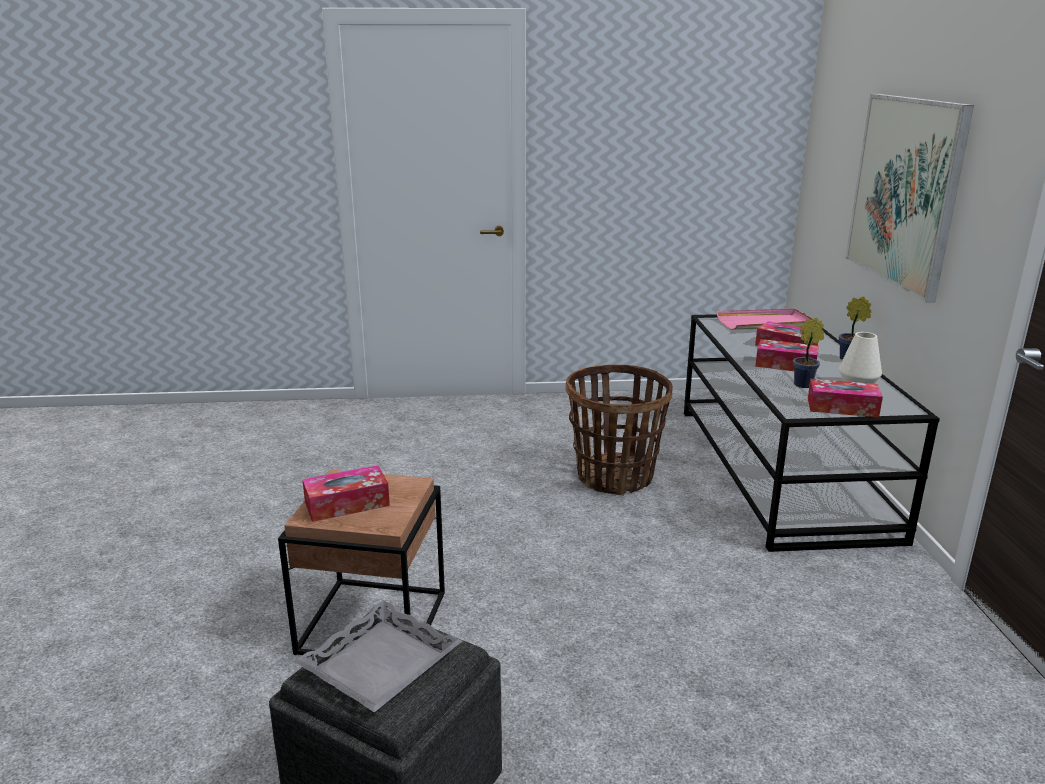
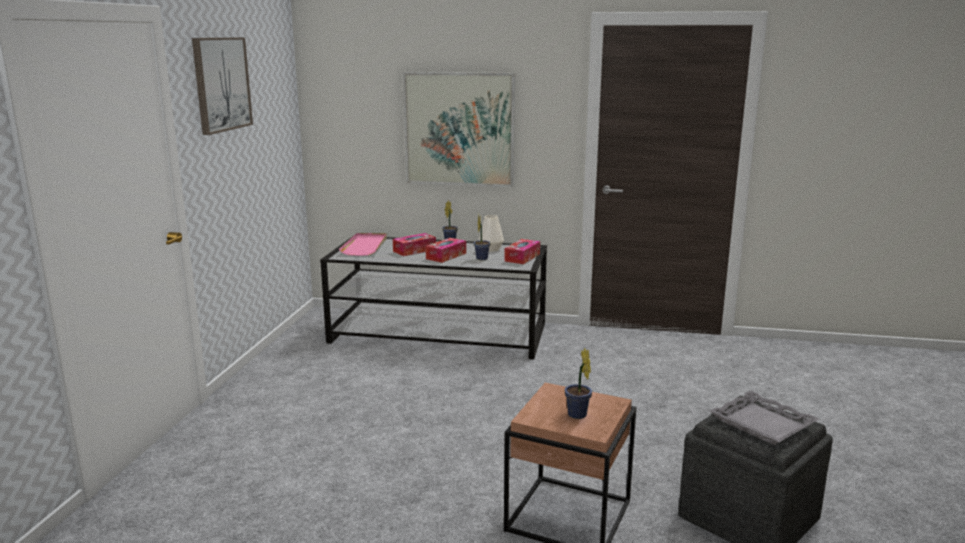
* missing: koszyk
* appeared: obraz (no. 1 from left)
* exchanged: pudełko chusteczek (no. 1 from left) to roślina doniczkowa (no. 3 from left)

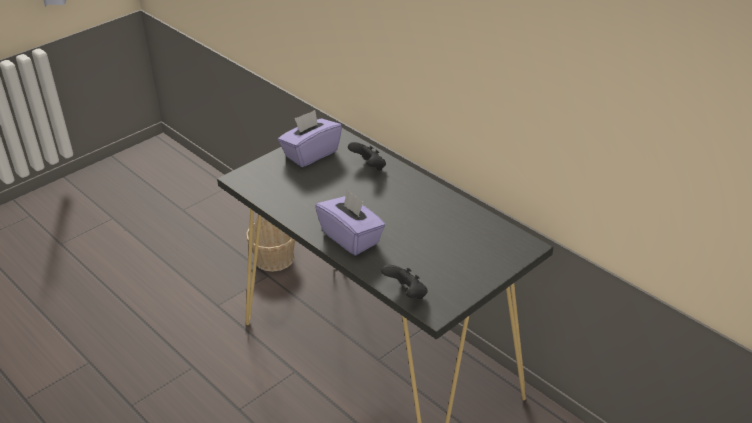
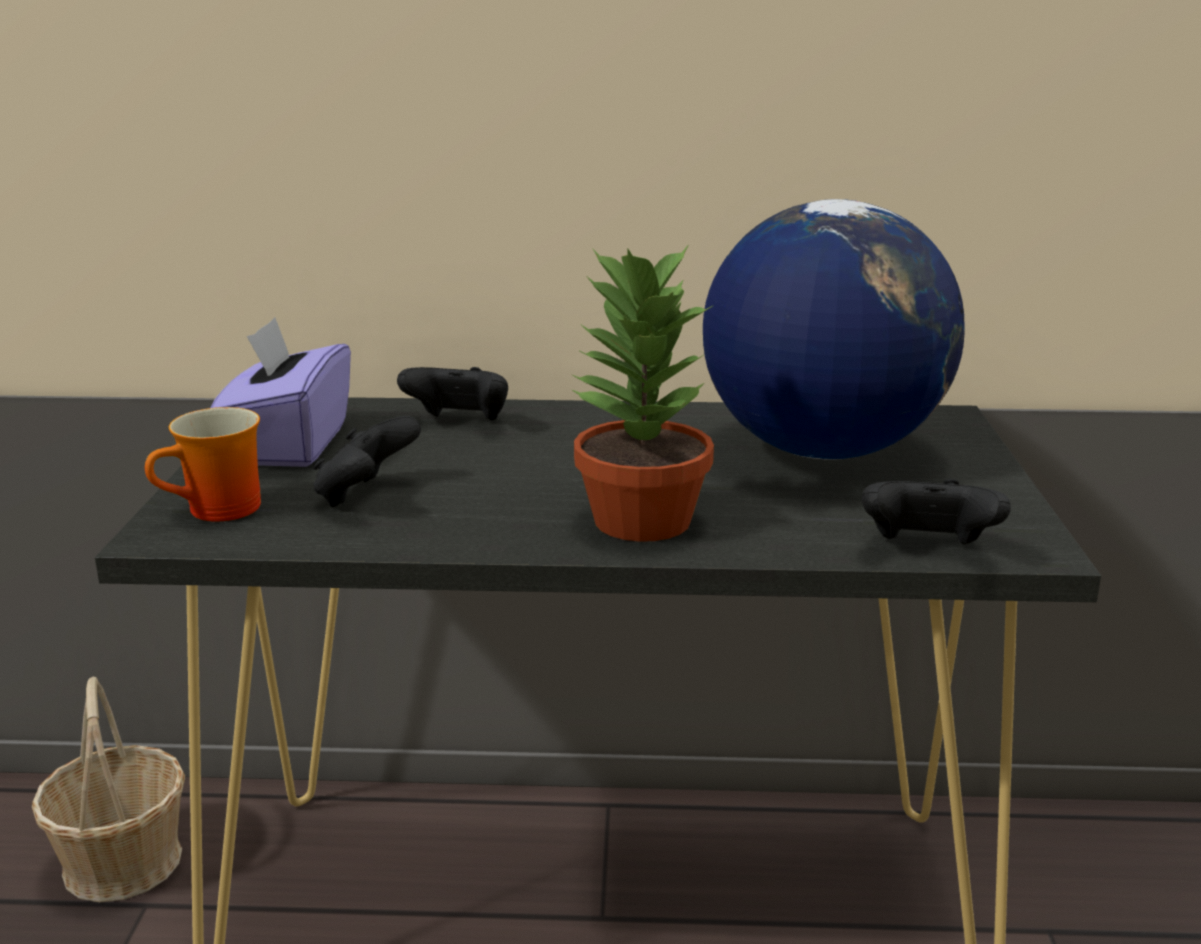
* appeared: kubek
* appeared: pad do gier (czarny) (no. 1 from left)
* appeared: globus
* exchanged: pudełko chusteczek (fioletowy) (no. 2 from left) to roślina doniczkowa

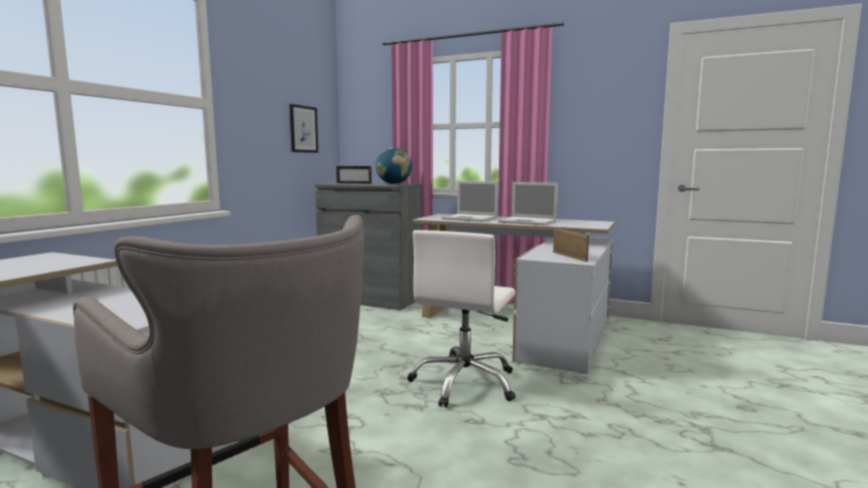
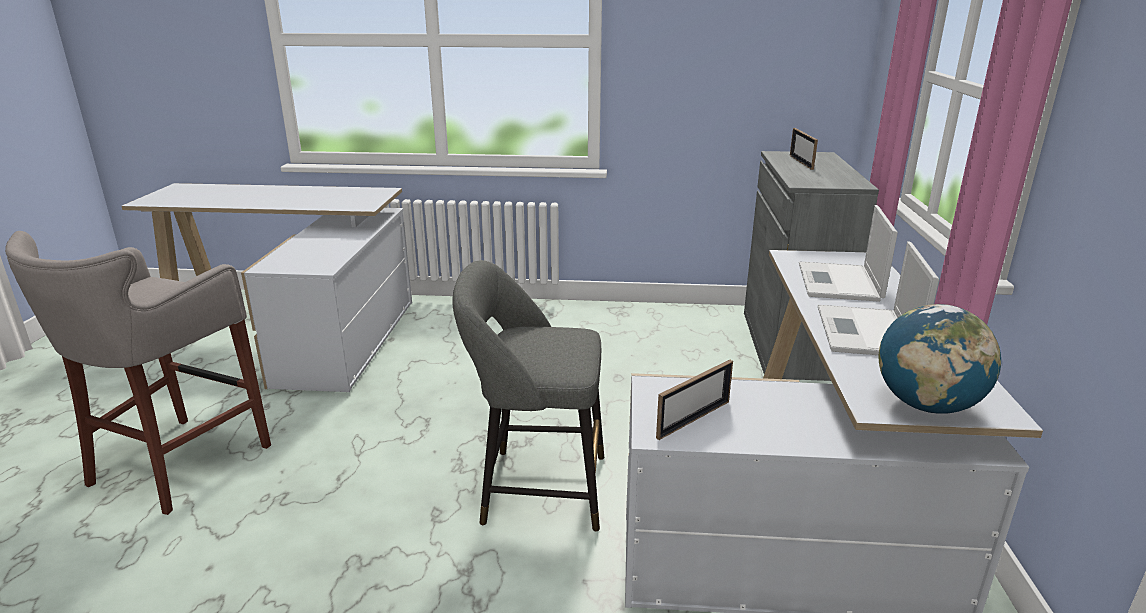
* missing: obraz
* relocated: globus
* exchanged: krzesło biurowe (biały) to stołek (szary) (no. 2 from left)

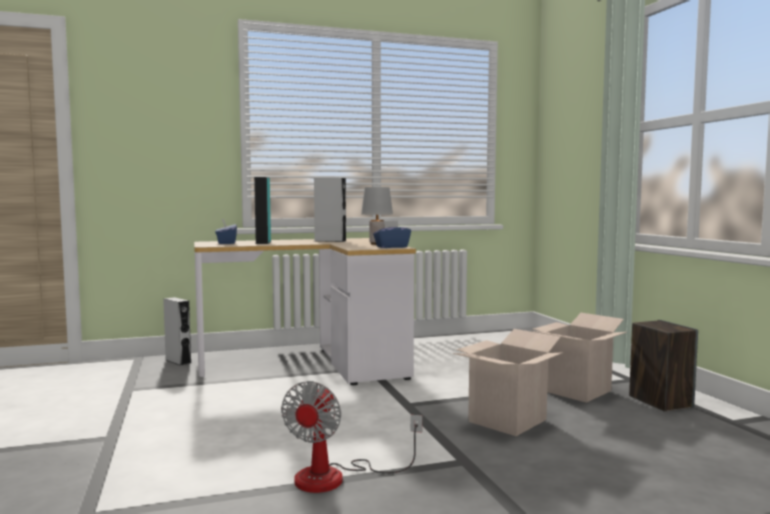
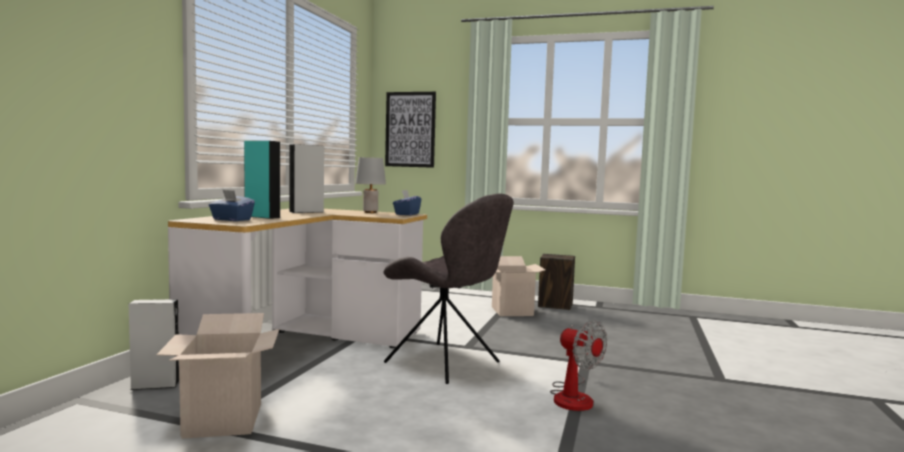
* appeared: krzesło (szary)
* appeared: obraz
* relocated: karton (no. 1 from left)

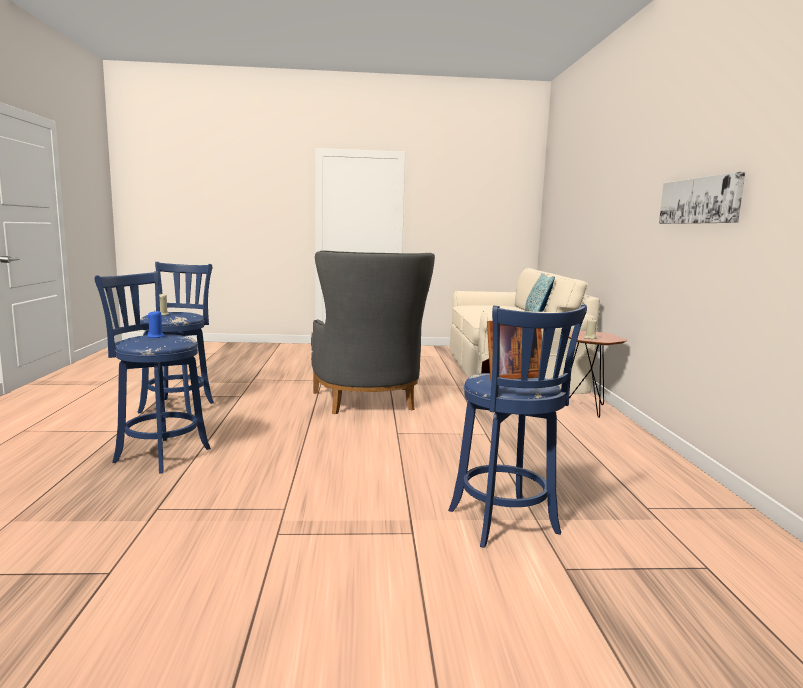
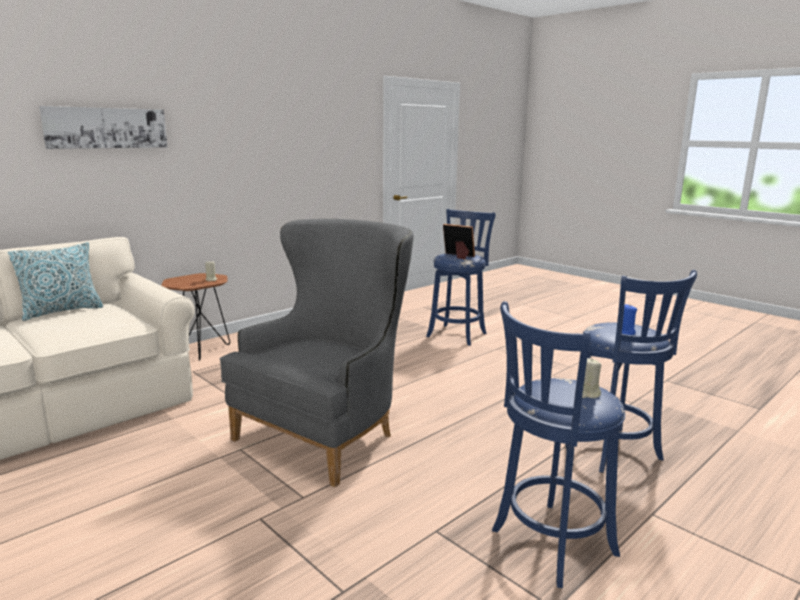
* relocated: obraz

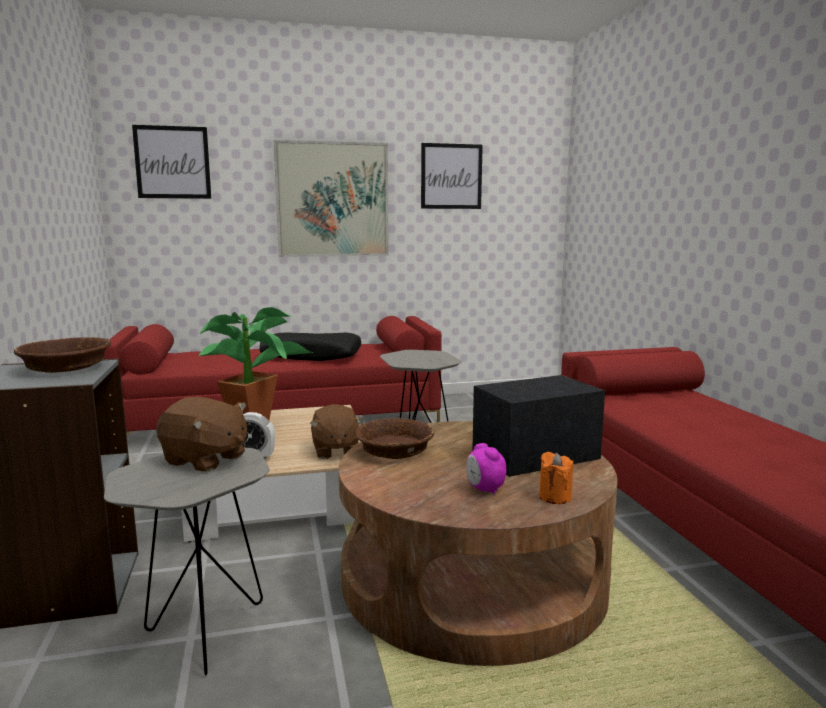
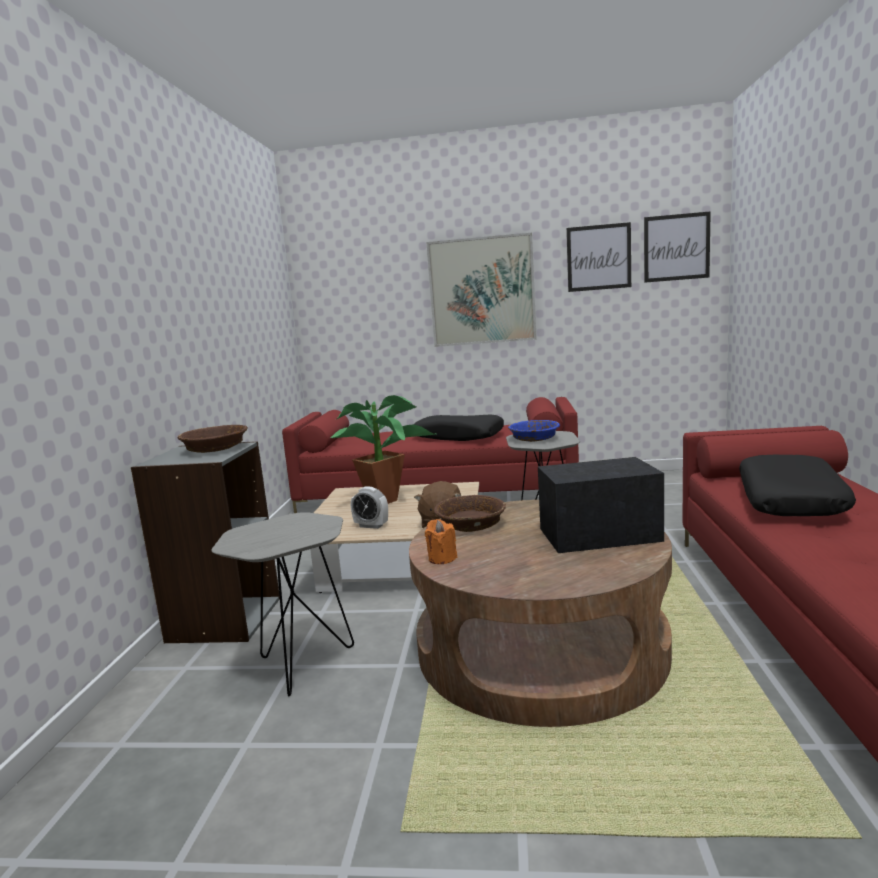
* missing: pluszak (brązowy) (no. 1 from left)
* missing: budzik (no. 2 from left)
* appeared: miska (niebieski)
* appeared: poduszka (czarny) (no. 2 from left)
* relocated: obraz (no. 1 from left in the first image) to obraz (no. 3 from left)
* relocated: świeca (pomarańczowy)

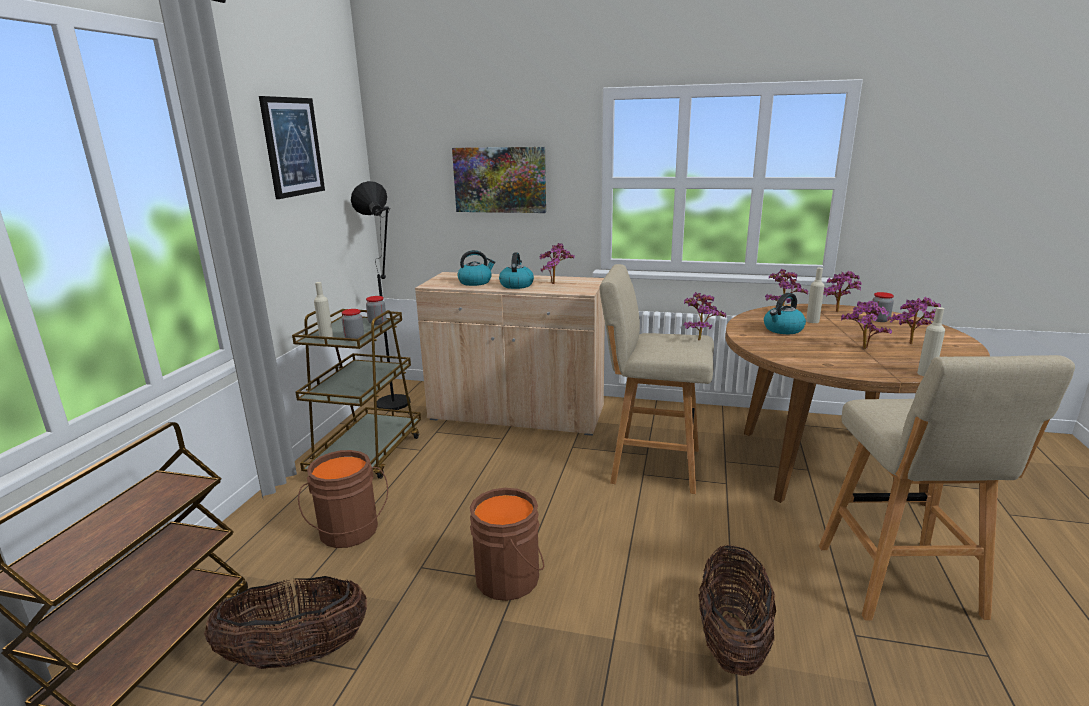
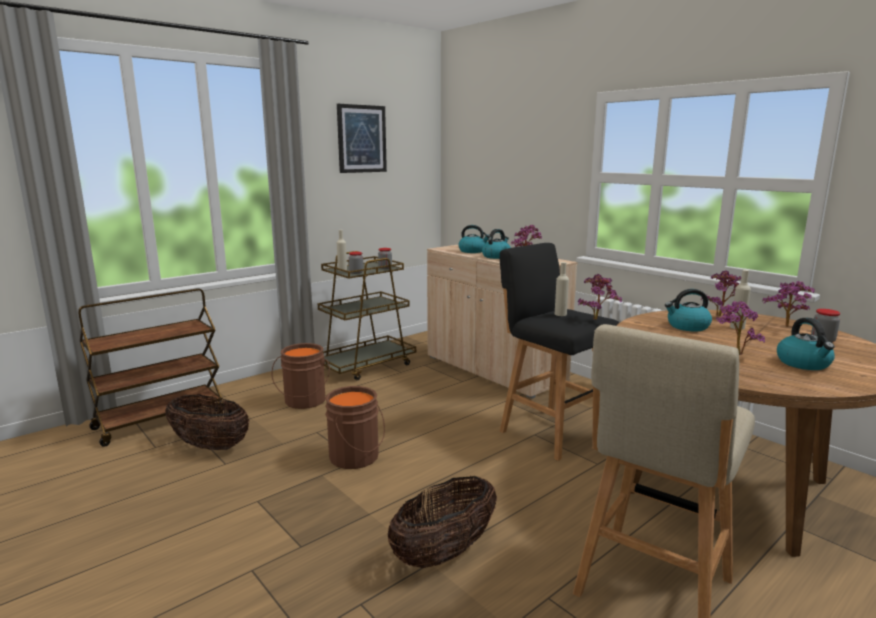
* missing: lampa stojąca (czarny)
* missing: obraz (no. 2 from left)
* relocated: butelka (beżowy) (no. 3 from left in the first image) to butelka (beżowy) (no. 2 from left)
* exchanged: roślina doniczkowa (no. 6 from left) to czajnik (no. 4 from left)
* colour: stołek (beżowy) (no. 1 from left) to stołek (czarny)

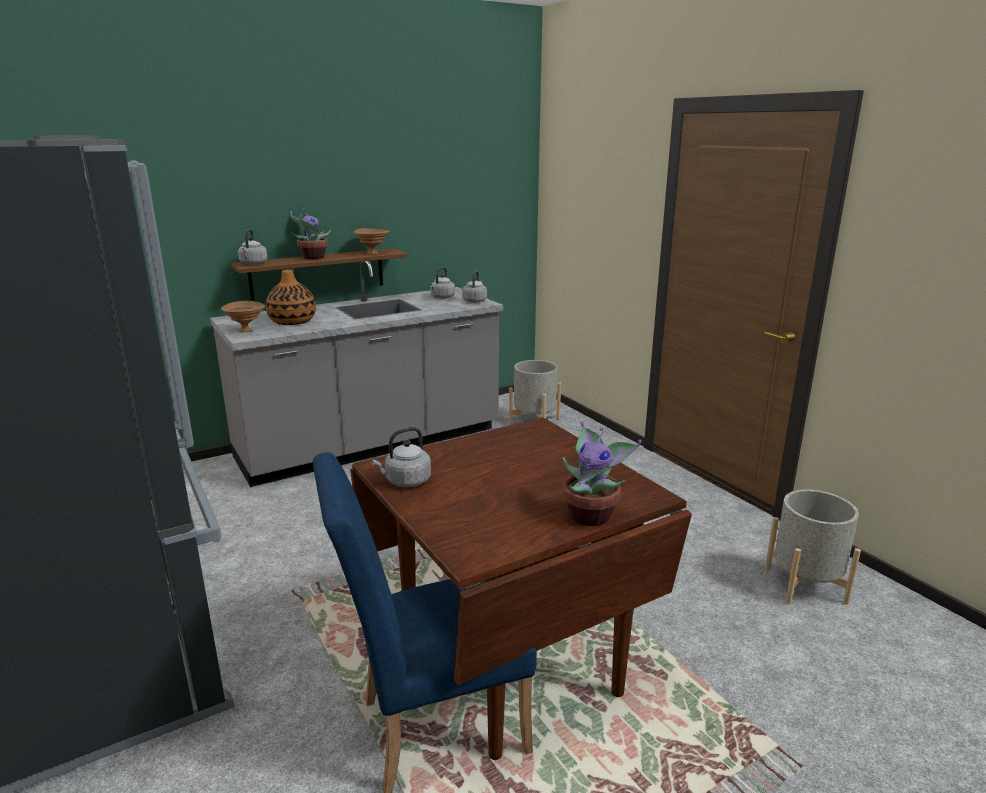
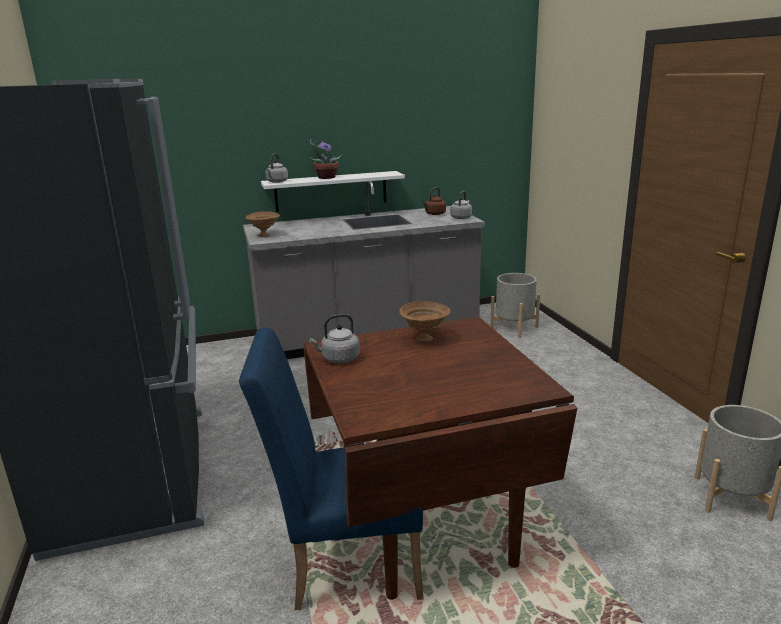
* missing: wazon
* missing: roślina doniczkowa (no. 2 from left)
* relocated: miska (brązowy) (no. 2 from left)
* colour: półka (brązowy) to półka (biały)
* colour: czajnik (szary) (no. 3 from left) to czajnik (brązowy)

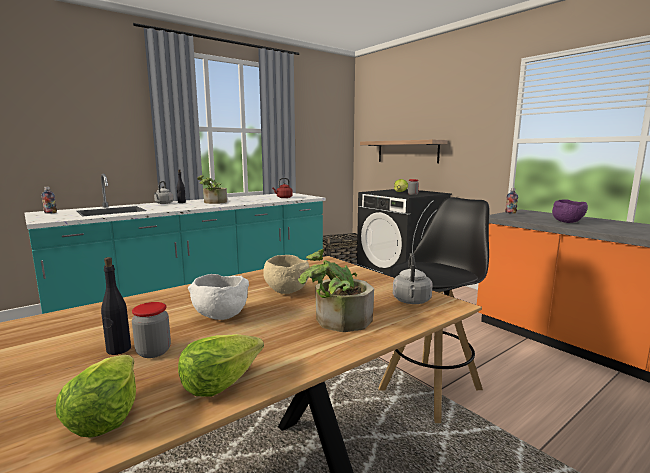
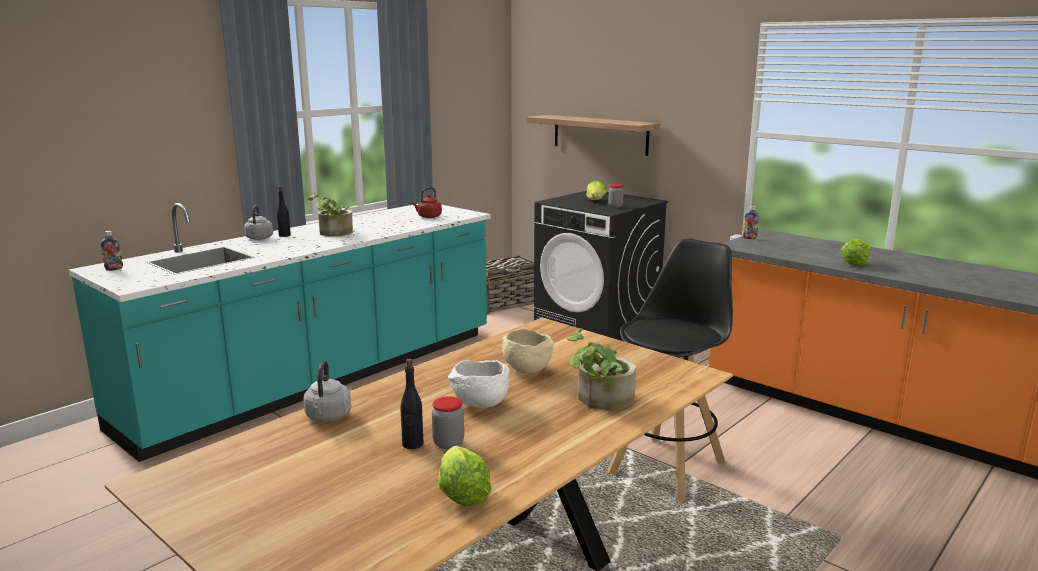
* missing: miska (fioletowy)
* relocated: sałata (no. 2 from left in the first image) to sałata (no. 3 from left)
* relocated: czajnik (szary) (no. 2 from left)

